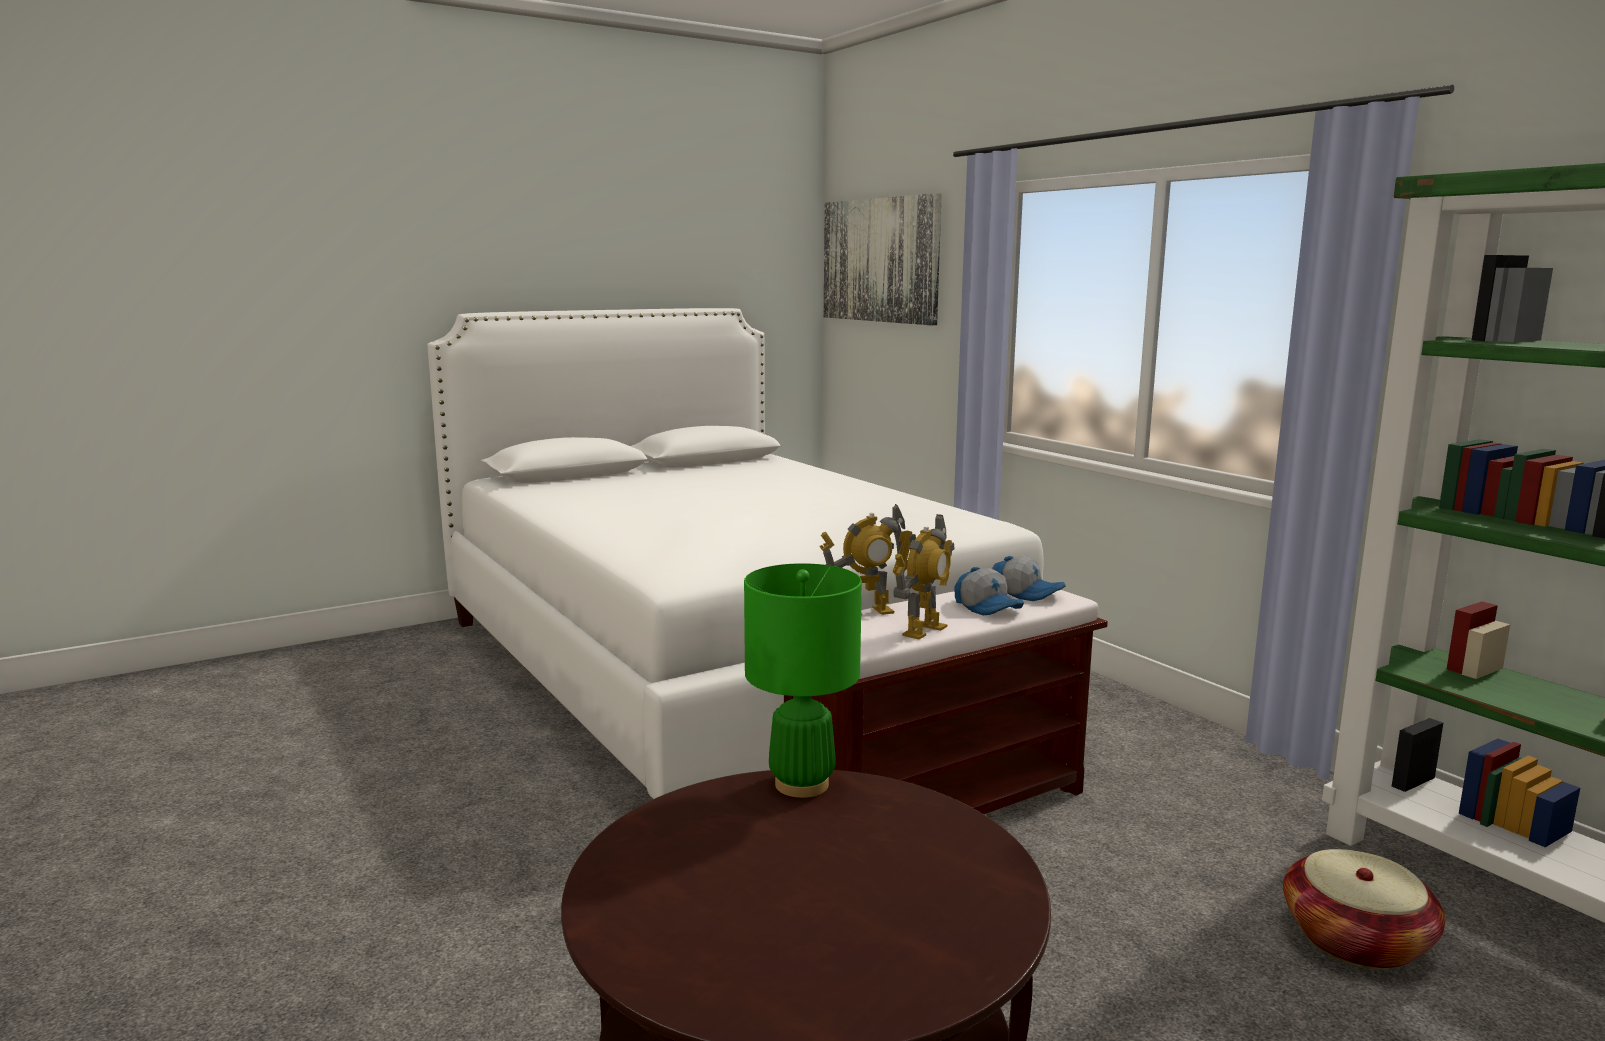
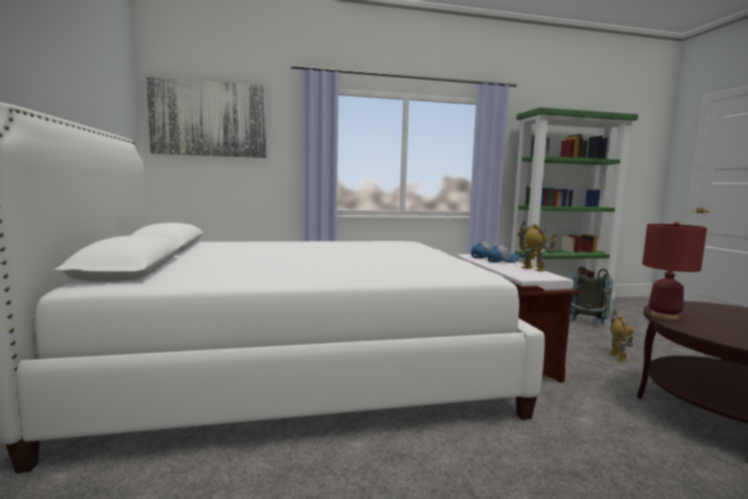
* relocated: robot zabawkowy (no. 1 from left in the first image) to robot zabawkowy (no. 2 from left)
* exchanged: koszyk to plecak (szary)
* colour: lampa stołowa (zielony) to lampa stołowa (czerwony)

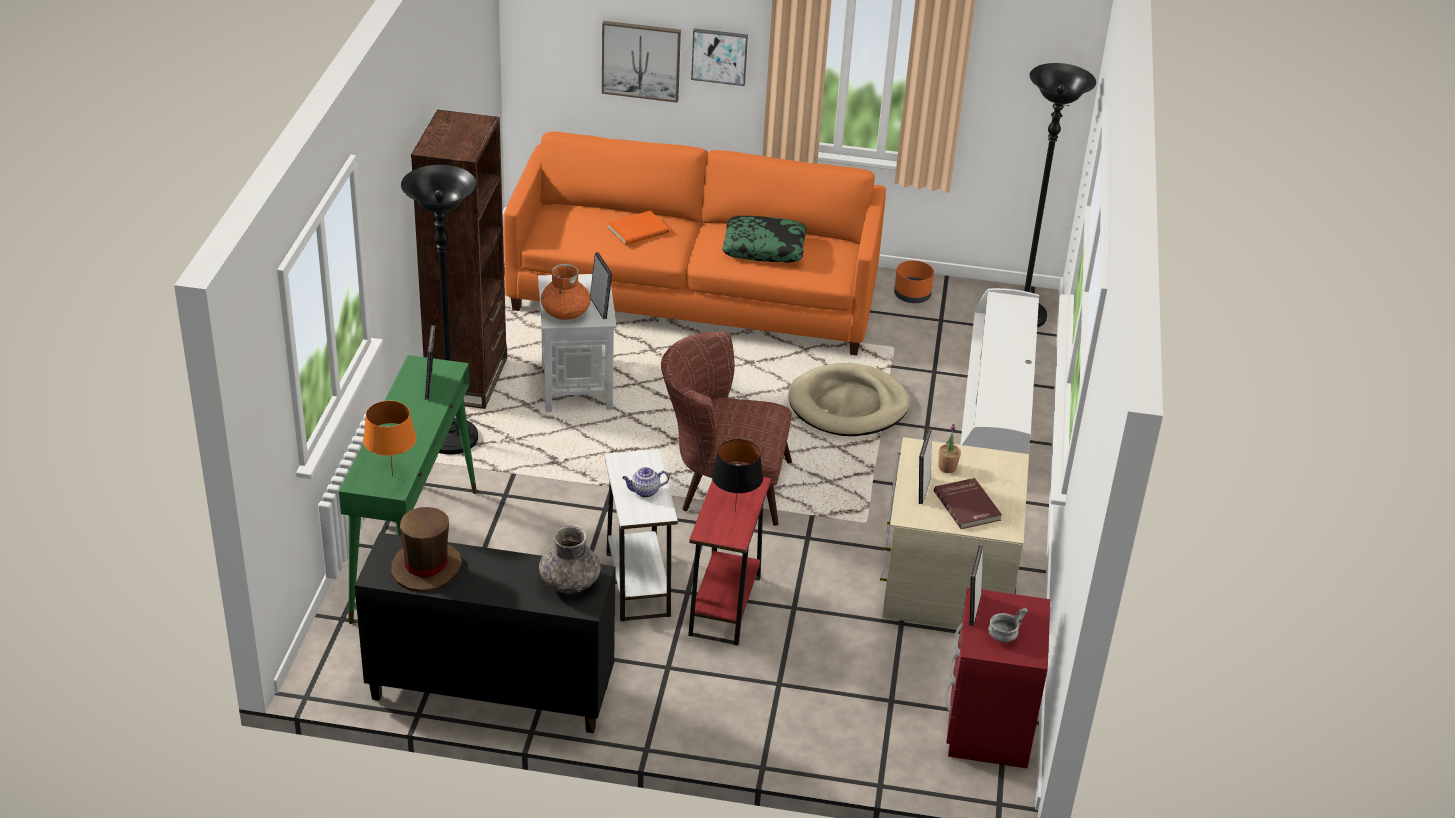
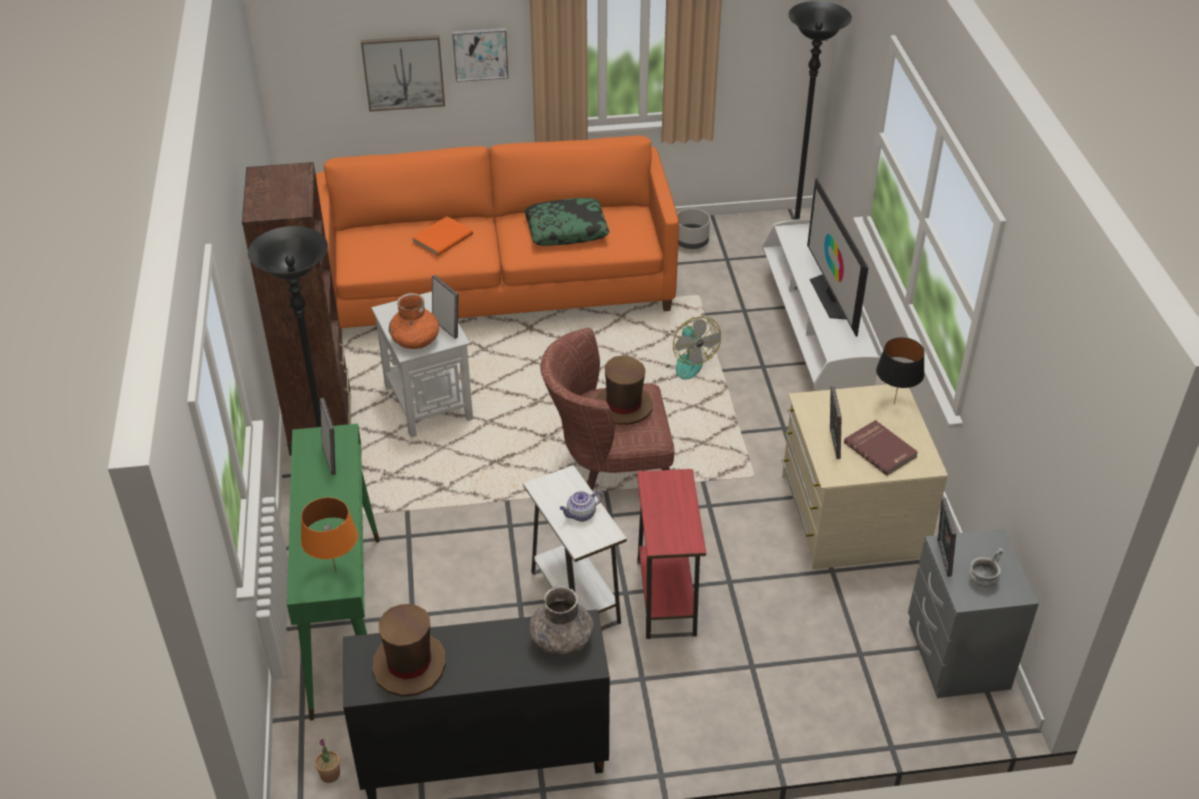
* appeared: kapelusz (brązowy) (no. 2 from left)
* appeared: telewizor
* relocated: lampa stołowa (czarny)
* relocated: roślina doniczkowa
* exchanged: legowisko (beżowy) to wentylator
* colour: donica (pomarańczowy) to donica (szary)
* colour: szafka nocna (czerwony) to szafka nocna (szary)

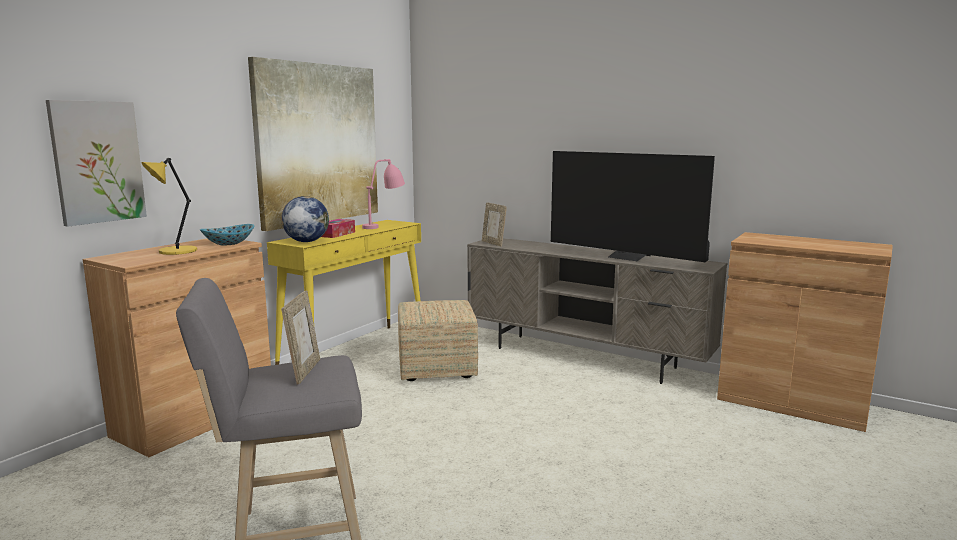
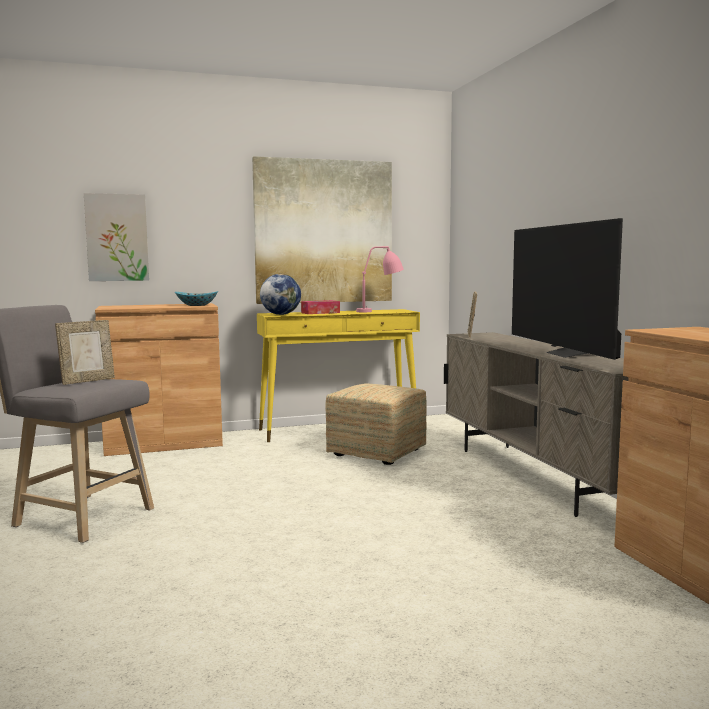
* missing: lampa stołowa (żółty)

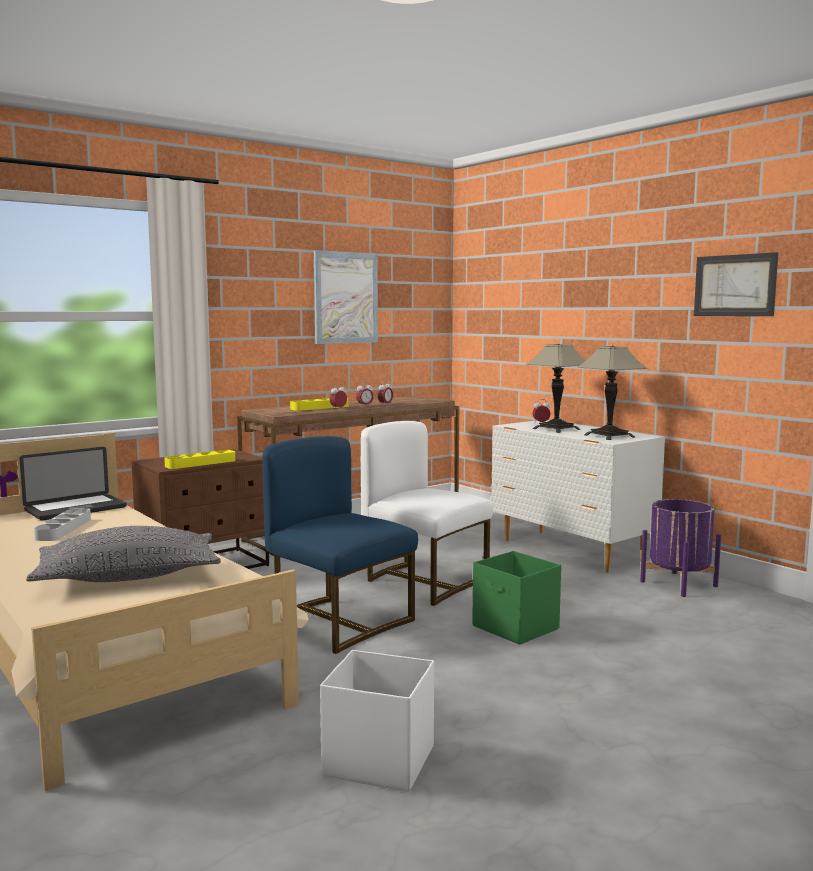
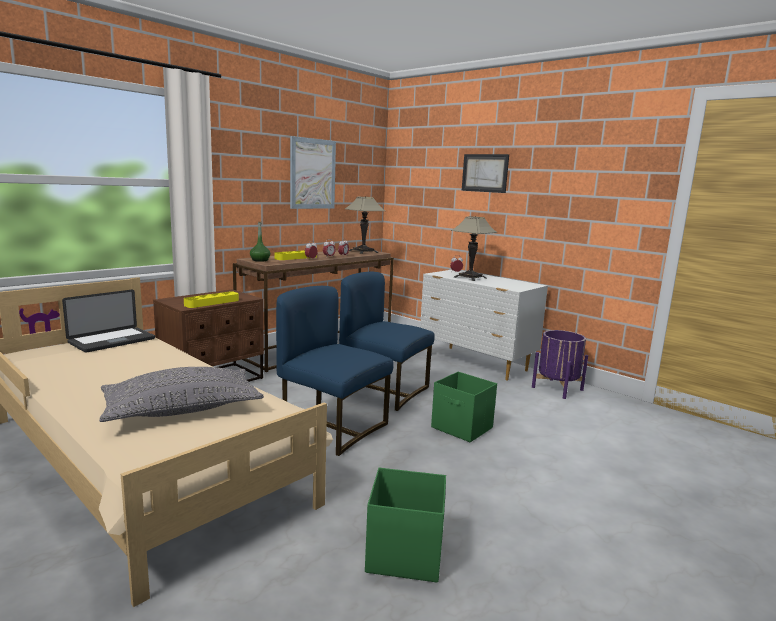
* missing: taca (szary)
* appeared: butelka (zielony)
* relocated: lampa stołowa (no. 2 from left in the first image) to lampa stołowa (no. 1 from left)
* relocated: obraz (no. 2 from left)
* colour: pojemnik do przechowywania (biały) to pojemnik do przechowywania (zielony) (no. 1 from left)
* colour: krzesło (biały) to krzesło (niebieski) (no. 2 from left)

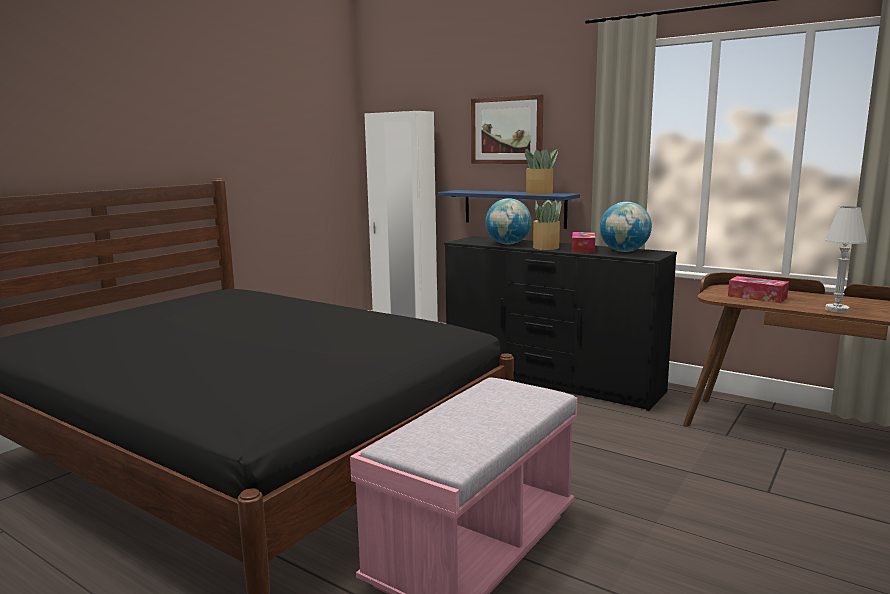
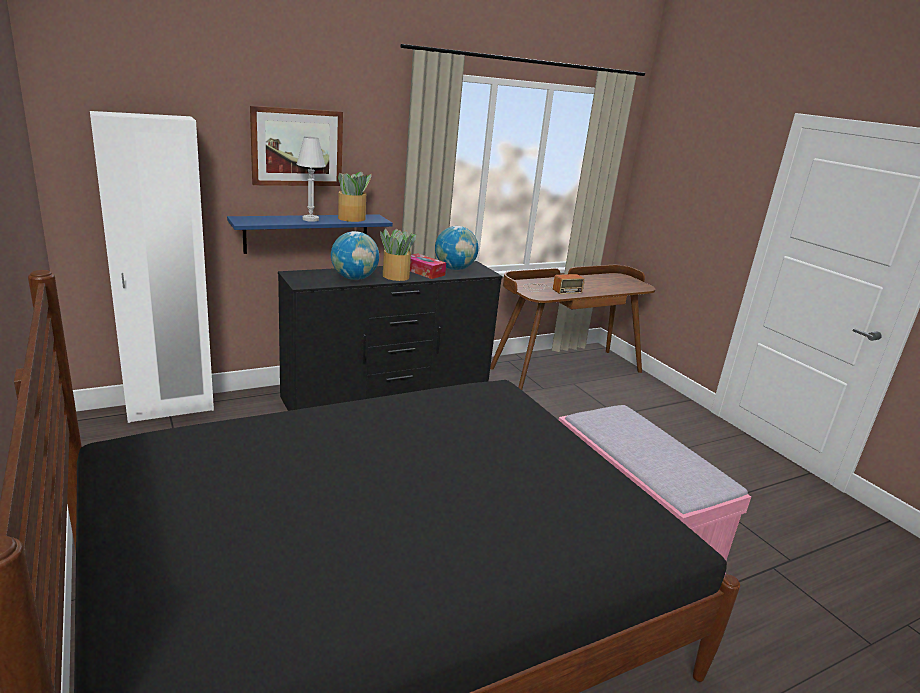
* relocated: lampa stołowa (biały)
* exchanged: pudełko chusteczek (no. 2 from left) to radio

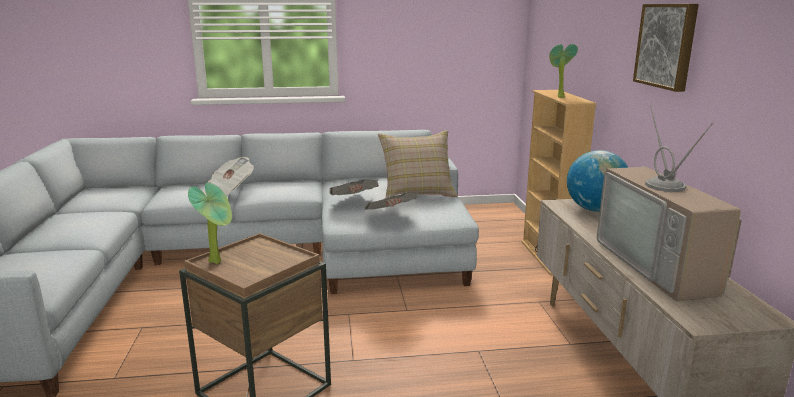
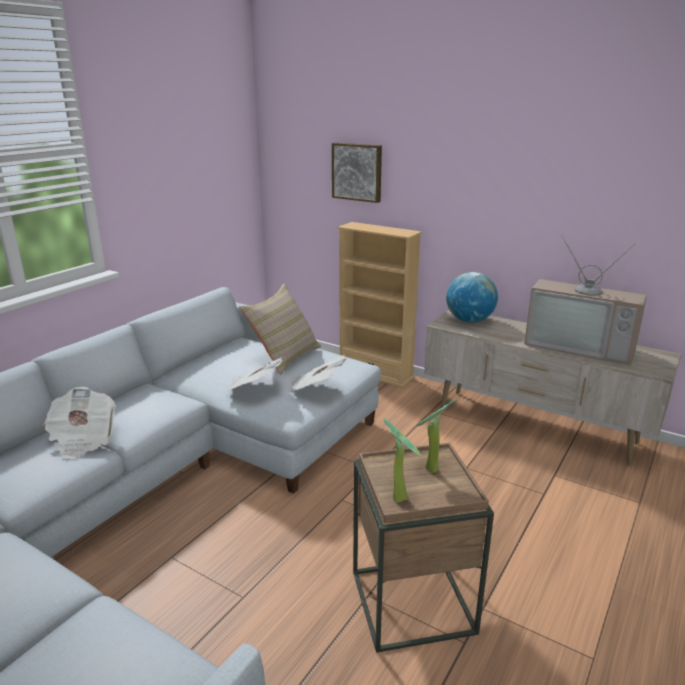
* relocated: roślina doniczkowa (no. 2 from left)
* relocated: obraz

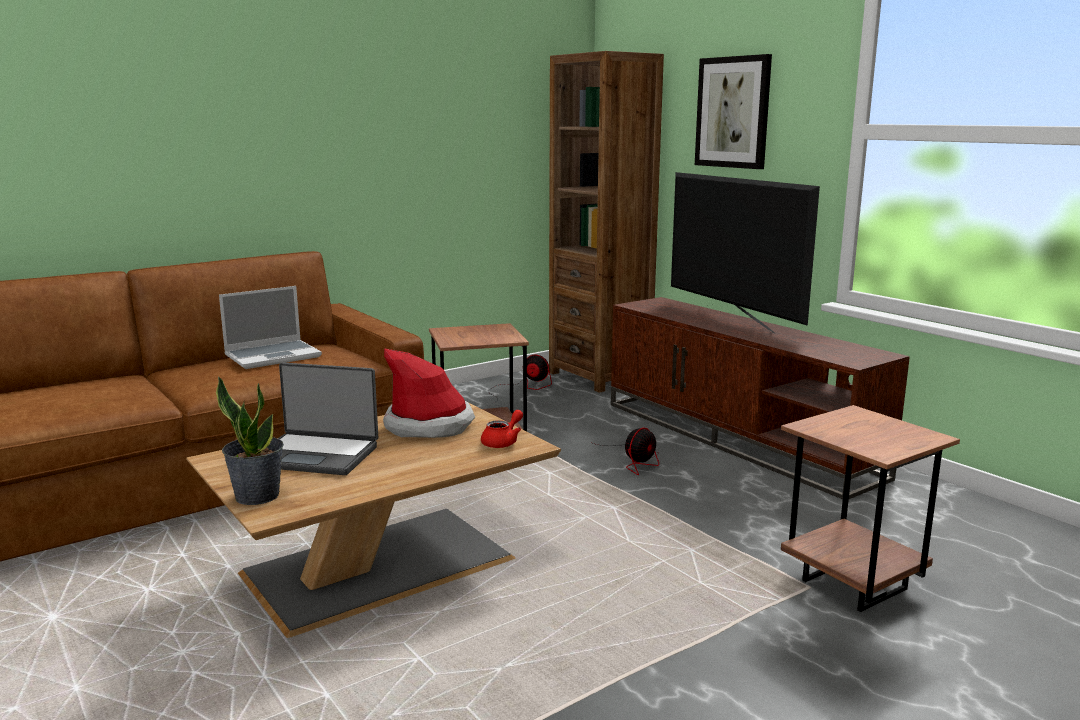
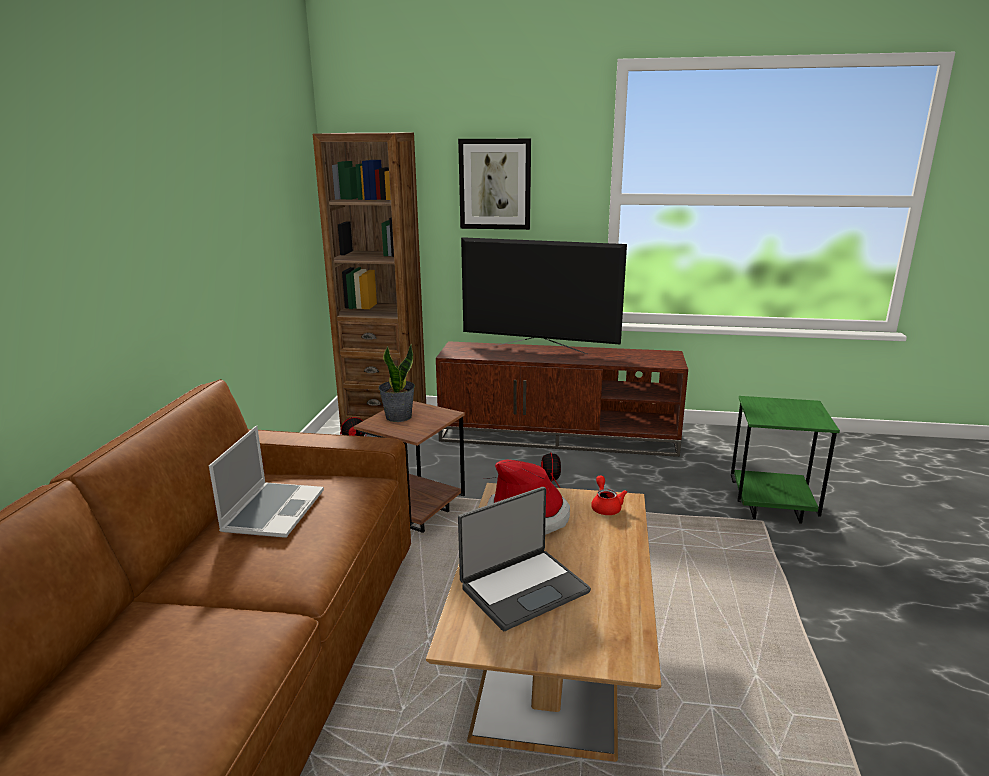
* relocated: roślina doniczkowa
* colour: stolik (brązowy) (no. 2 from left) to stolik (zielony)

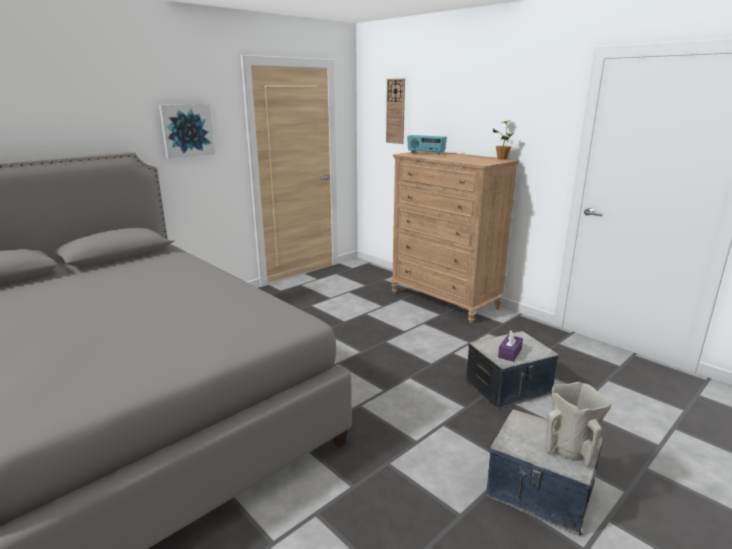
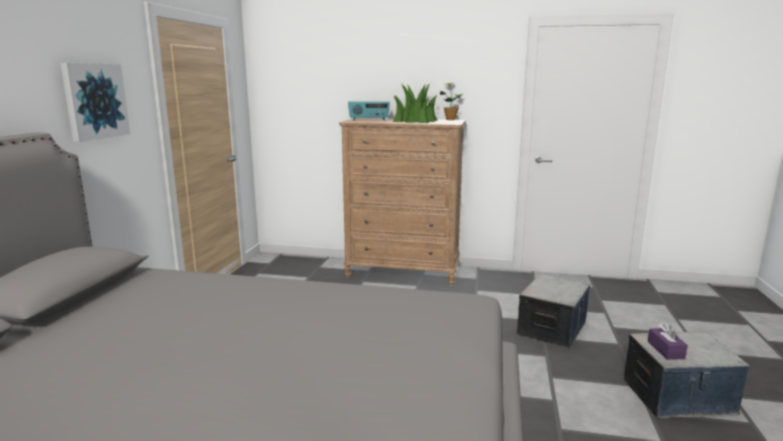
* missing: zegar ścienny
* missing: wazon (beżowy)
* appeared: roślina doniczkowa (no. 1 from left)
* relocated: pudełko chusteczek (fioletowy)

